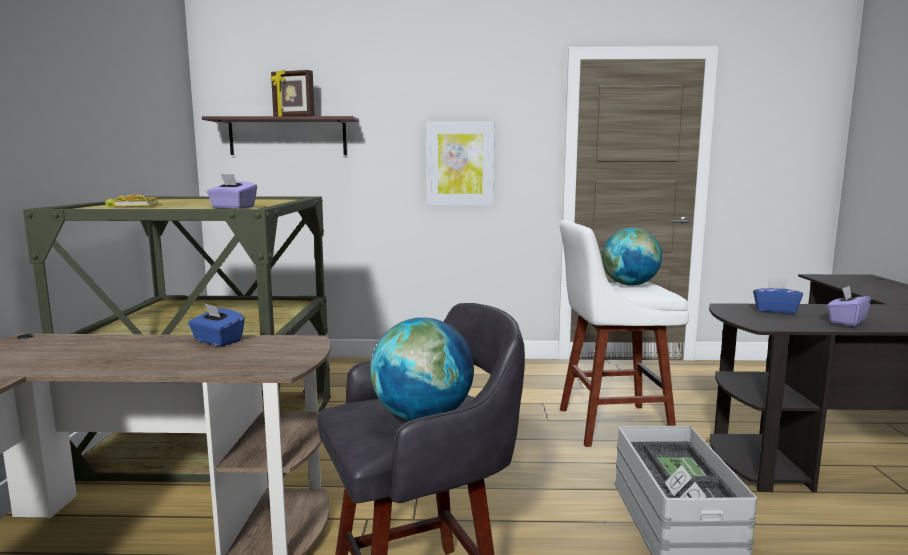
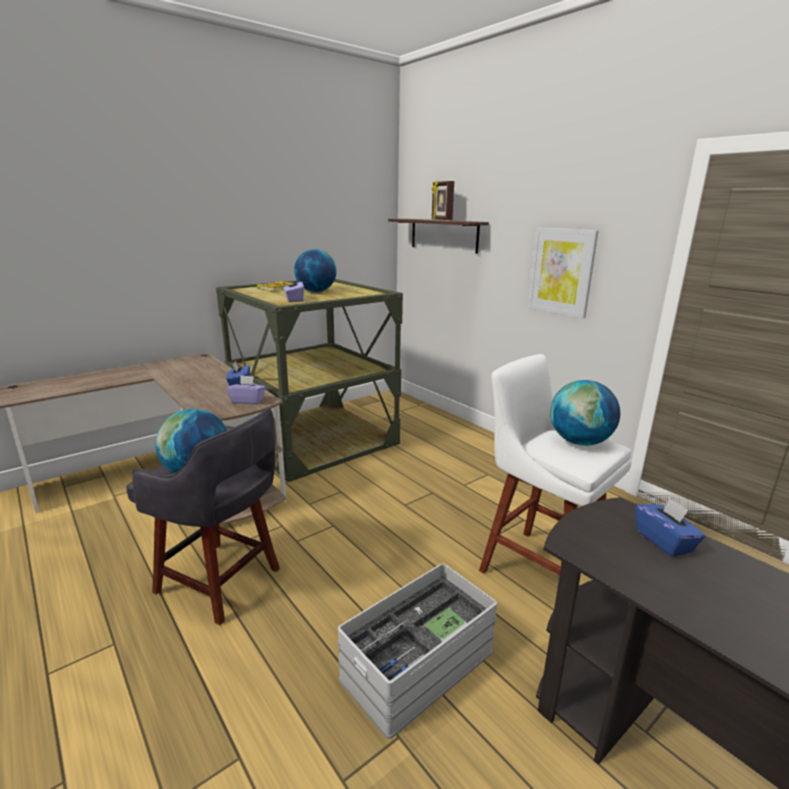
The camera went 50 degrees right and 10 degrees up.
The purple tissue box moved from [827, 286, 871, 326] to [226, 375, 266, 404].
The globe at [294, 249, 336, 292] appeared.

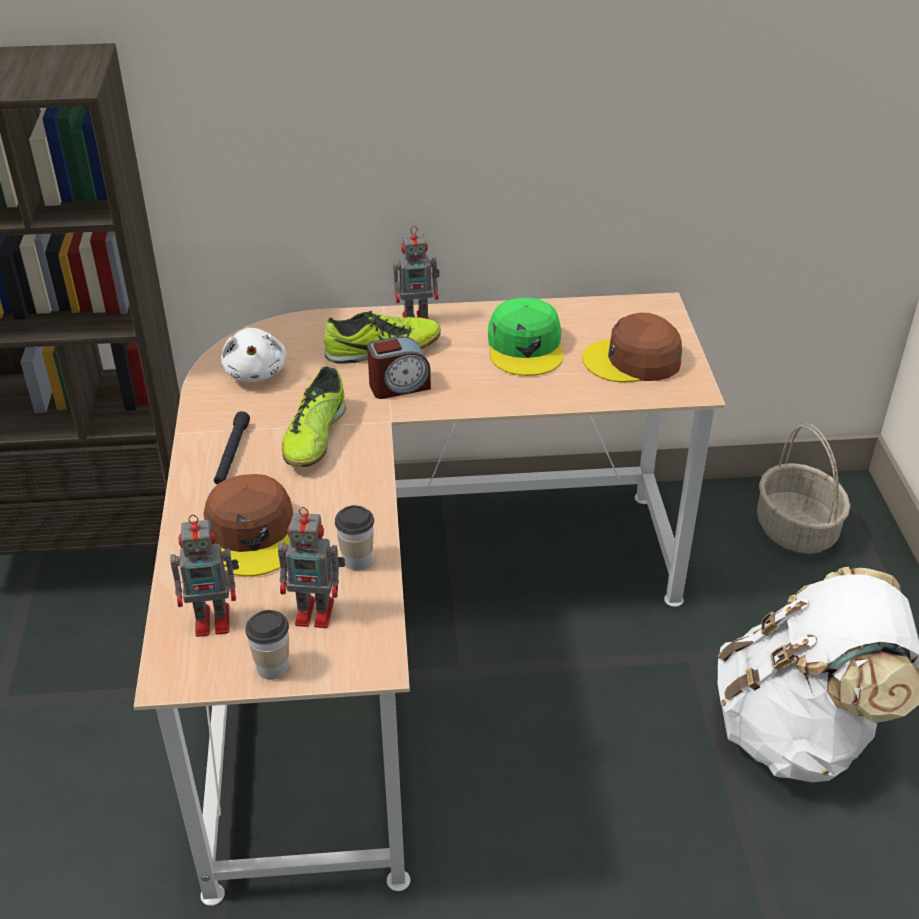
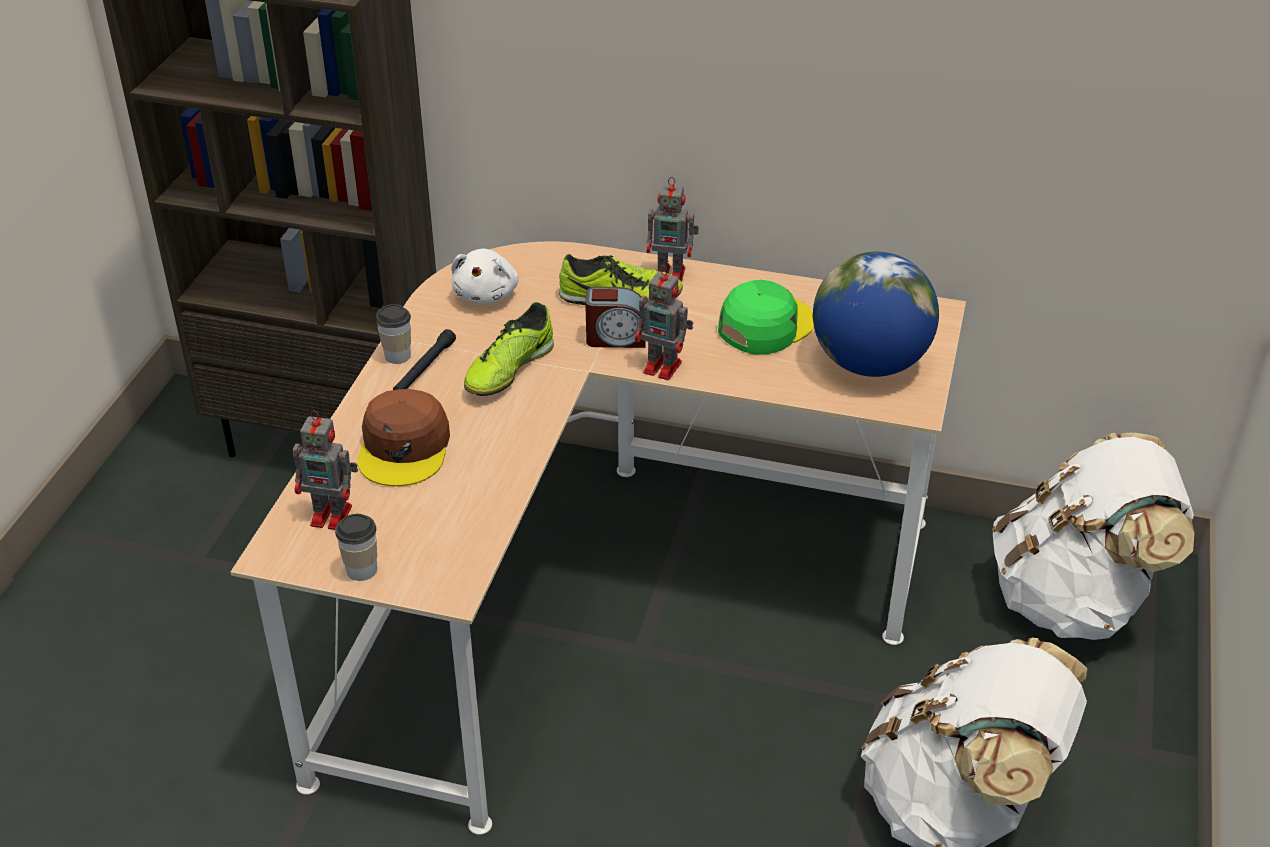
The camera went 20 degrees right and 0 degrees up.
The green cap at [488, 298, 563, 376] turned 150 degrees counterclockwise.
The brown cap at [582, 313, 682, 382] was replaced by the globe at [813, 252, 939, 377].
The basket at [757, 423, 850, 554] was replaced by the white backpack at [992, 433, 1194, 640].
The cup moved from [335, 505, 374, 570] to [376, 304, 411, 364].
The toy robot moved from [278, 507, 345, 628] to [635, 266, 693, 380].

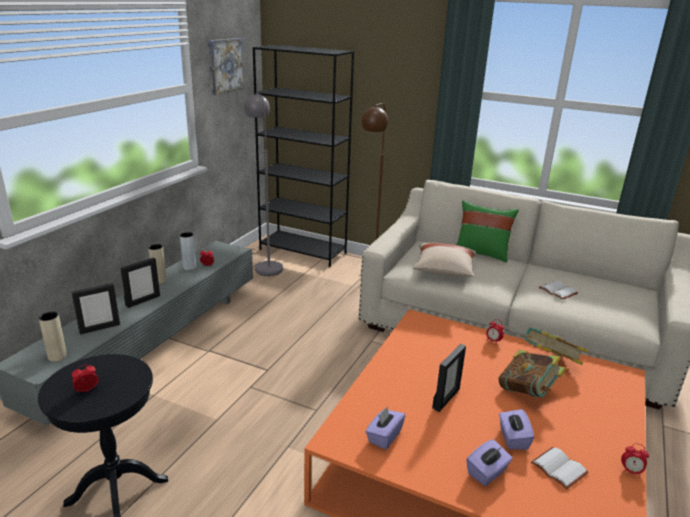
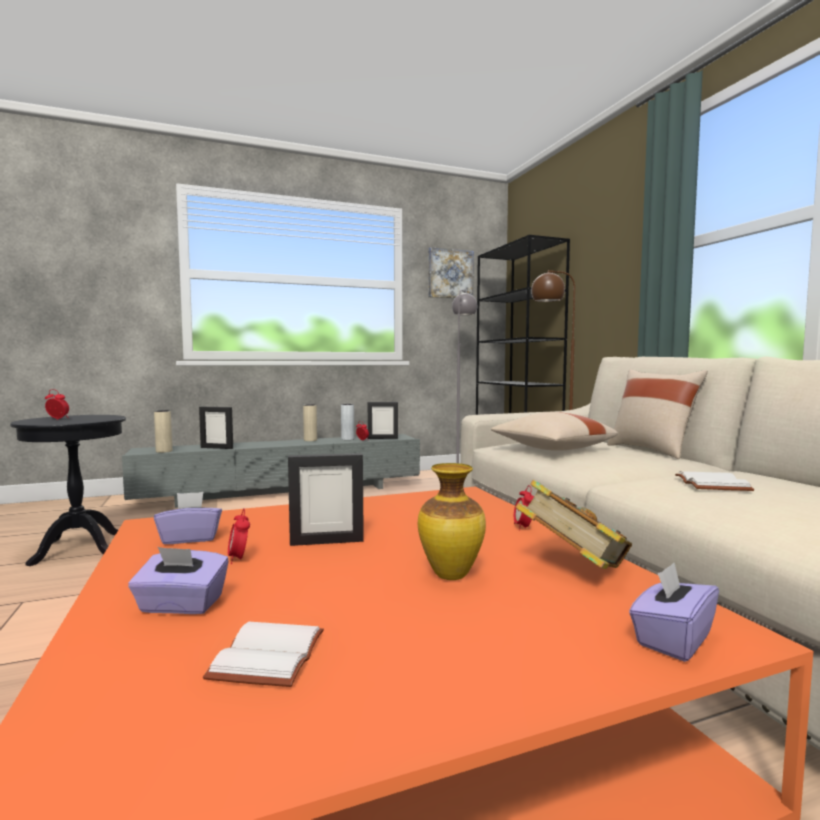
The camera went 45 degrees right and 20 degrees down.
The green pillow at [457, 200, 519, 263] became the beige pillow at [607, 369, 708, 459].
The picture frame moved from [120, 258, 160, 308] to [368, 402, 398, 439].
The book at [498, 350, 566, 397] was replaced by the vase at [418, 463, 486, 580].
The purple tissue box moved from [499, 408, 534, 450] to [629, 563, 719, 662].
The alarm clock moved from [621, 443, 649, 478] to [228, 508, 250, 564].

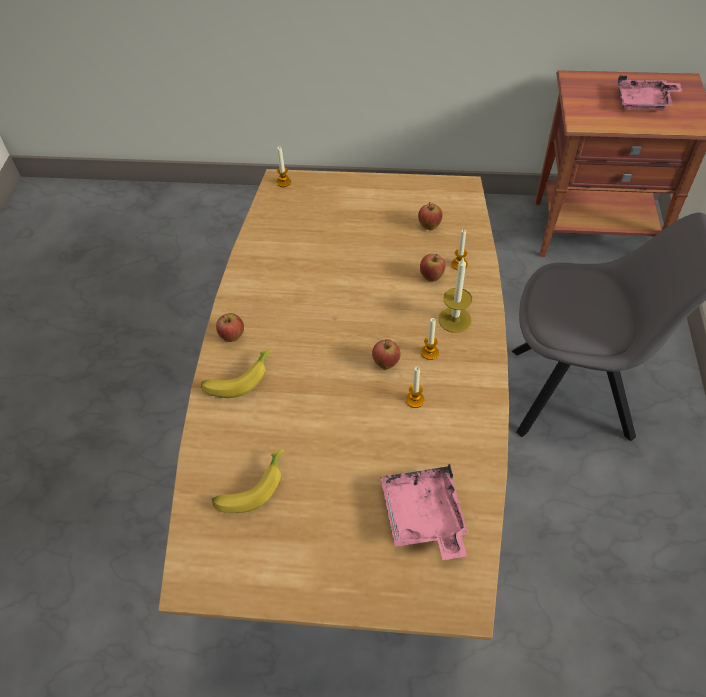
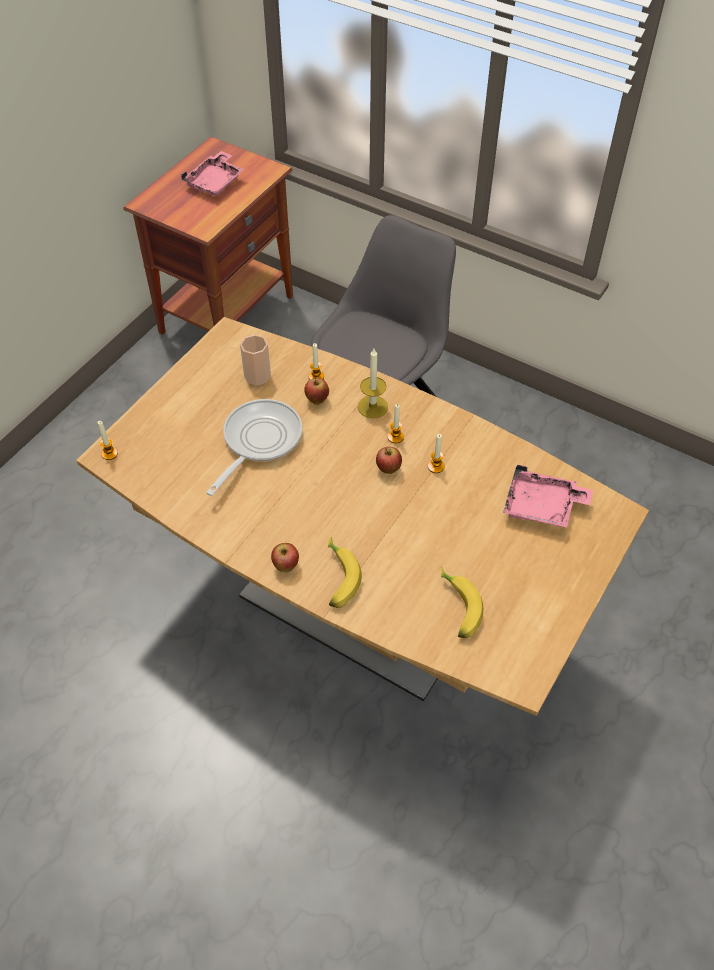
The camera went 65 degrees left and 0 degrees up.
The apple at [418, 202, 443, 230] was replaced by the cup at [240, 334, 271, 386].
The frying pan at [206, 399, 302, 496] appeared.

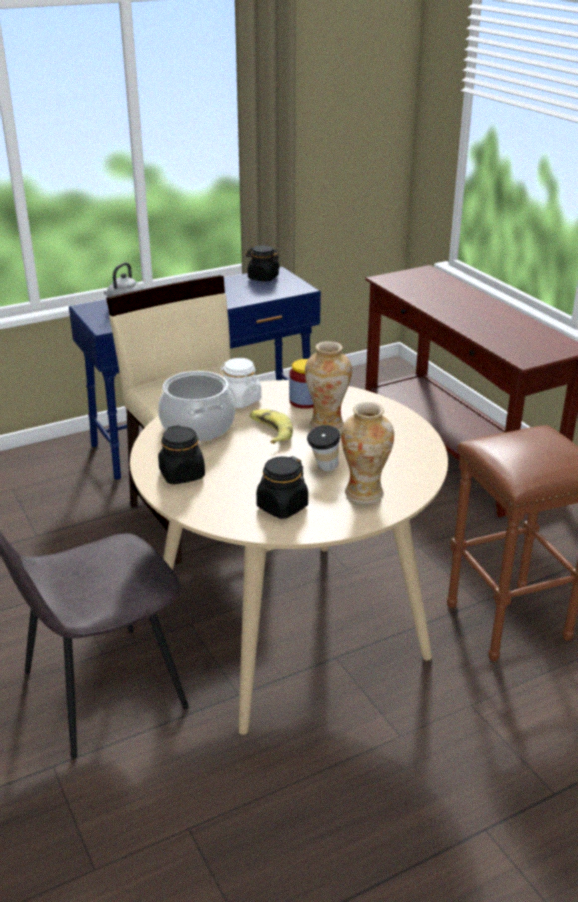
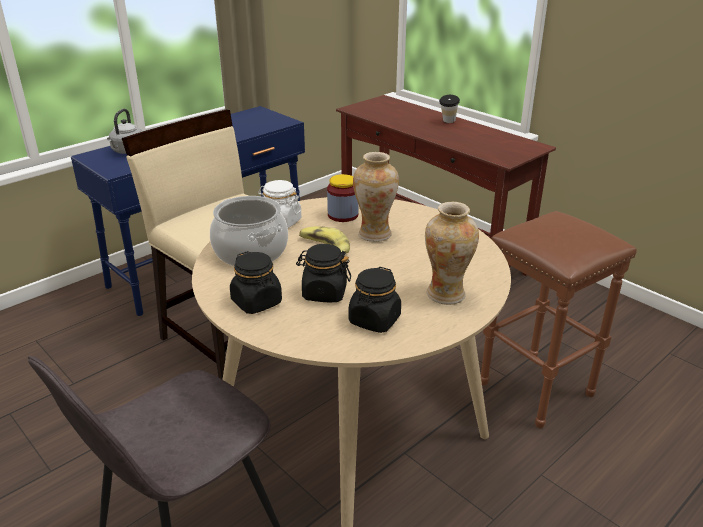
The camera went 15 degrees left and 0 degrees up.
The black jar moved from [246, 245, 280, 282] to [296, 244, 351, 302].
The cup moved from [307, 425, 341, 471] to [439, 95, 460, 123].

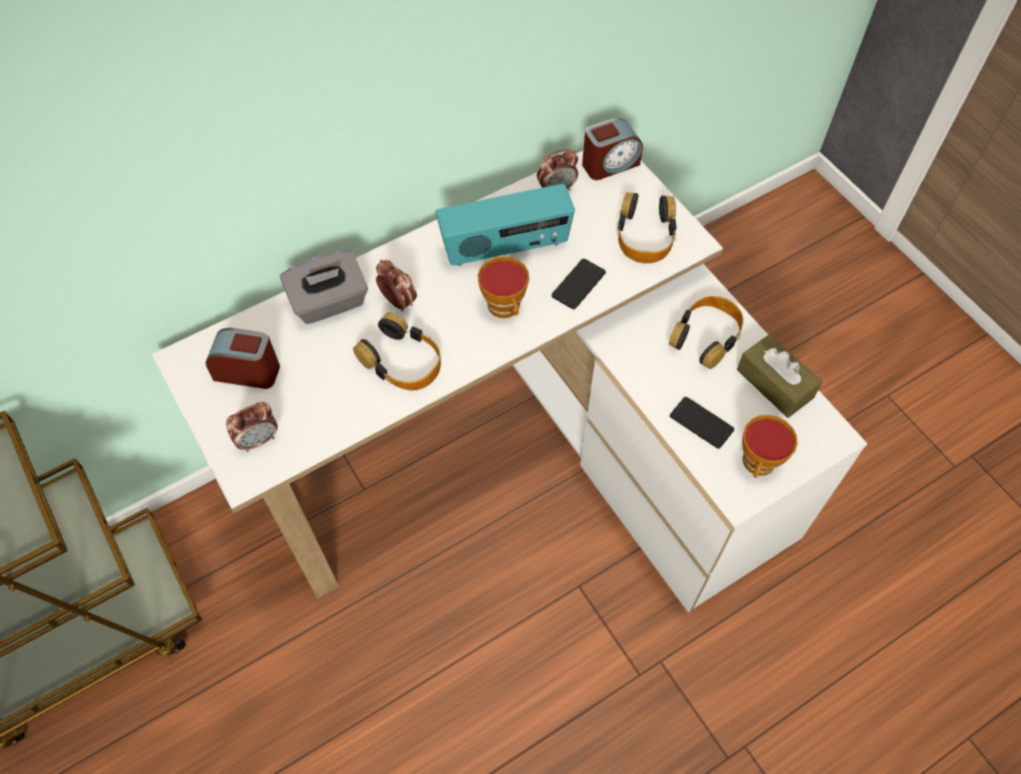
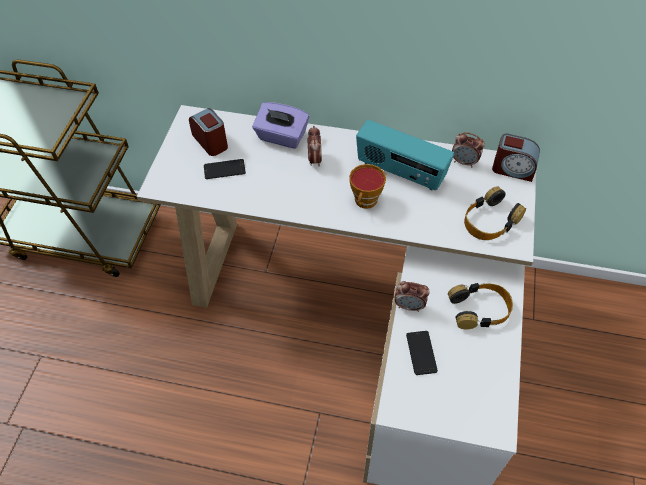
The camera went 45 degrees right and 5 degrees down.
The grey tissue box at [280, 250, 368, 324] became the purple tissue box at [252, 102, 309, 149].
The phone moved from [551, 259, 606, 309] to [204, 159, 246, 179].
The headphones at [353, 313, 441, 390] disappeared.
The brown tissue box at [737, 334, 822, 418] disappeared.
The alarm clock moved from [226, 402, 278, 452] to [395, 281, 430, 312].
The cup at [742, 415, 798, 478] disappeared.

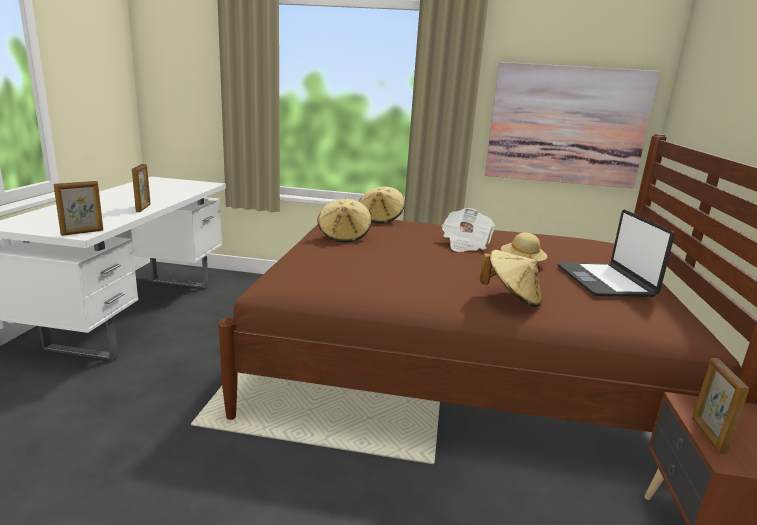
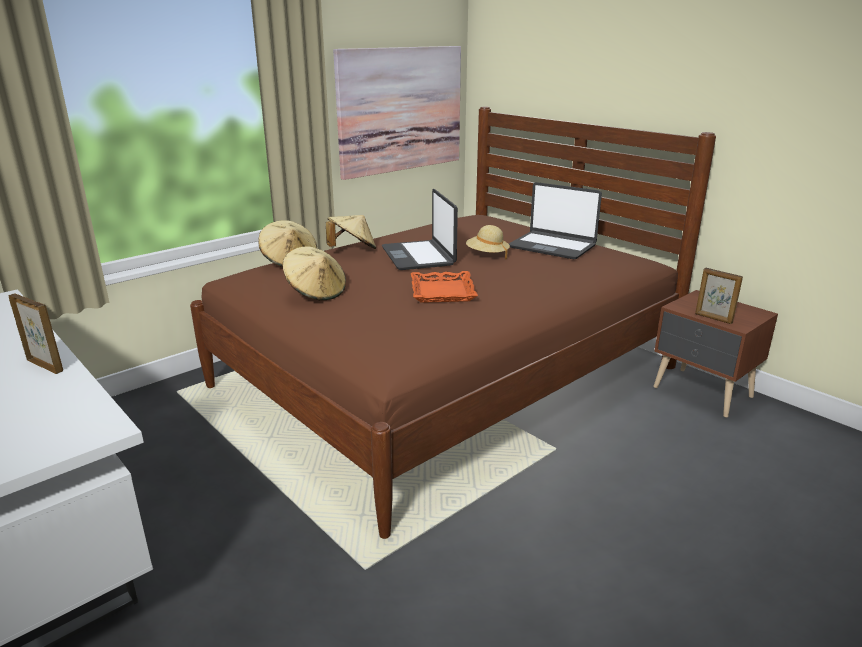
The camera went 50 degrees left and 5 degrees up.
The picture frame at [54, 181, 103, 236] disappeared.
The newspaper at [441, 208, 495, 252] was replaced by the laptop at [382, 189, 458, 270].
The beige hat moved from [480, 250, 542, 307] to [326, 215, 376, 249].
The orange tray at [411, 271, 478, 303] appeared.

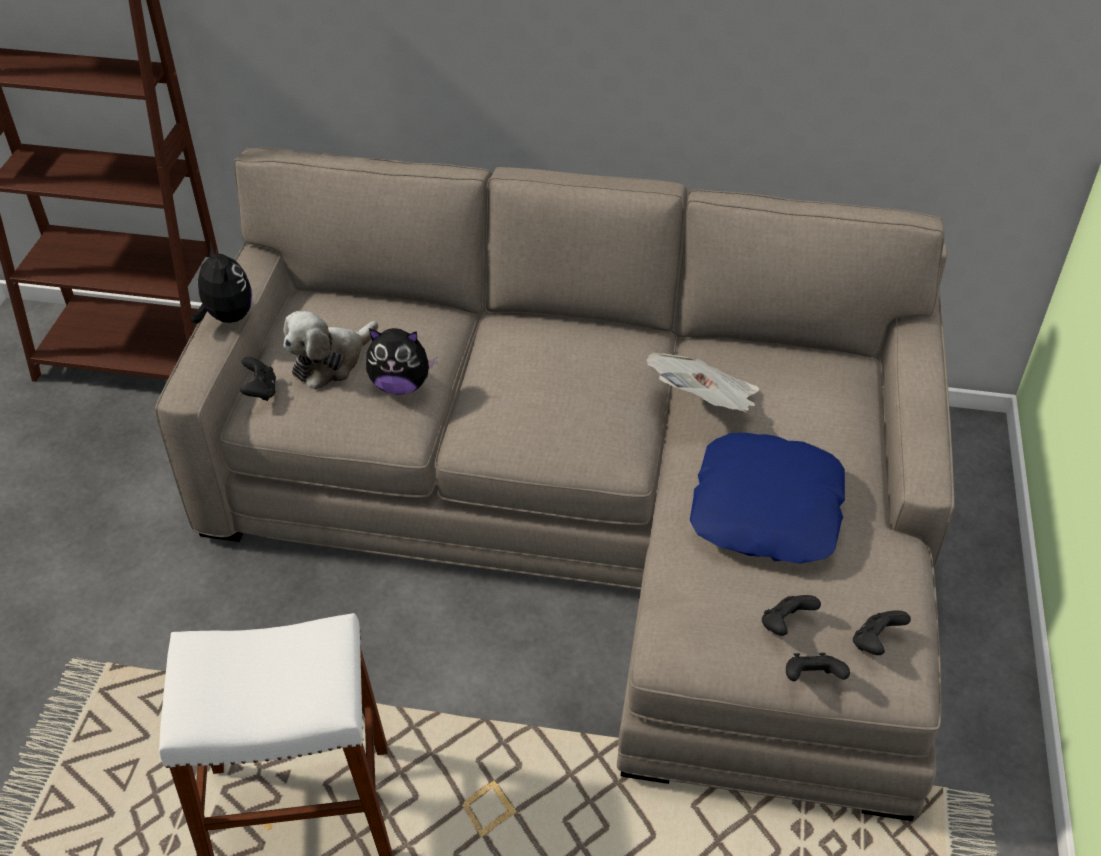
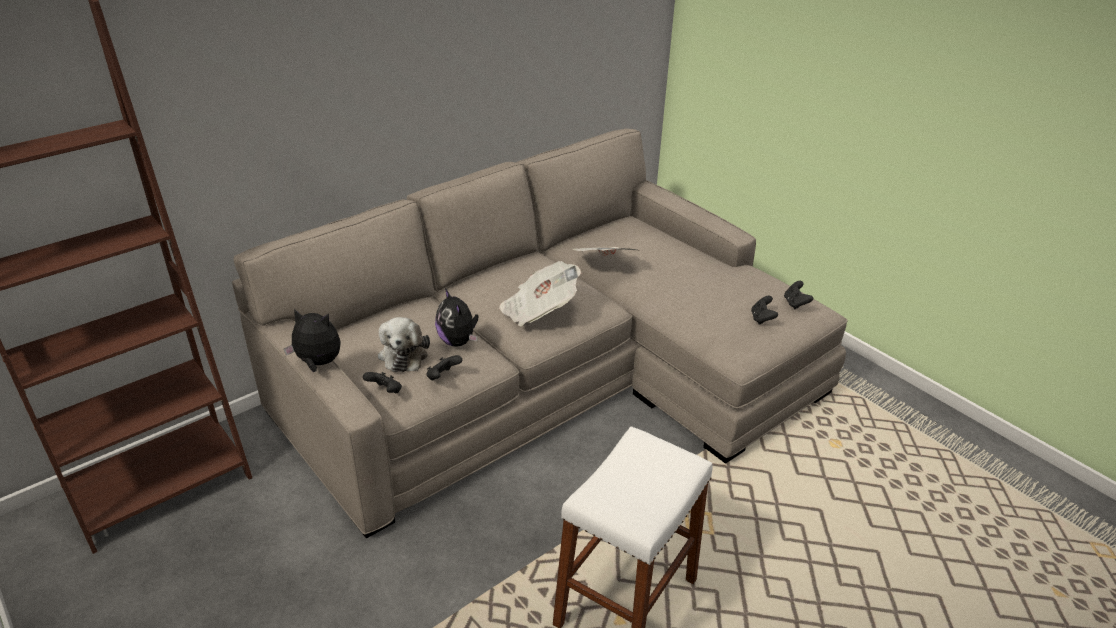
The camera went 50 degrees left and 10 degrees down.
The plush toy at [366, 328, 437, 395] turned 105 degrees clockwise.
The blue pillow at [690, 433, 845, 564] disappeared.
The black game controller moved from [786, 653, 850, 681] to [426, 355, 462, 380].
The newspaper at [499, 261, 581, 327] appeared.

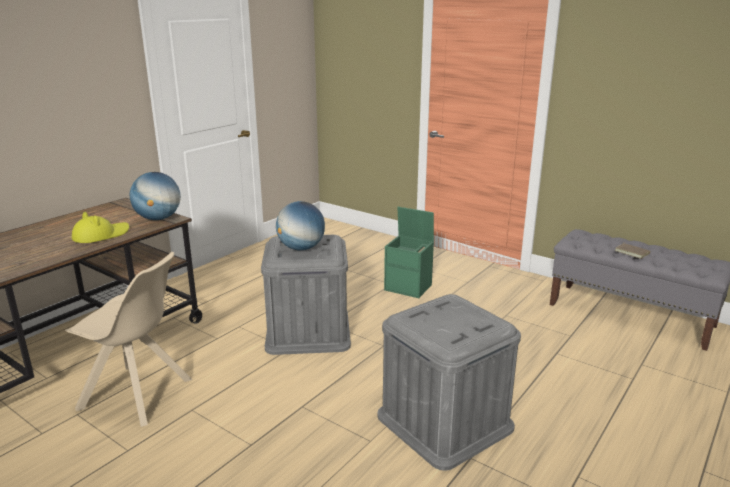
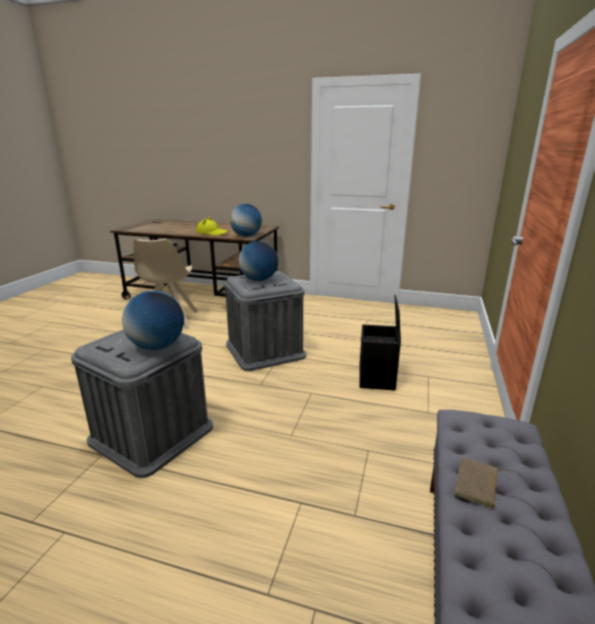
The camera went 70 degrees right and 0 degrees up.
The green storage box at [384, 207, 434, 298] became the black storage box at [359, 295, 401, 391].
The globe at [122, 291, 184, 350] appeared.

